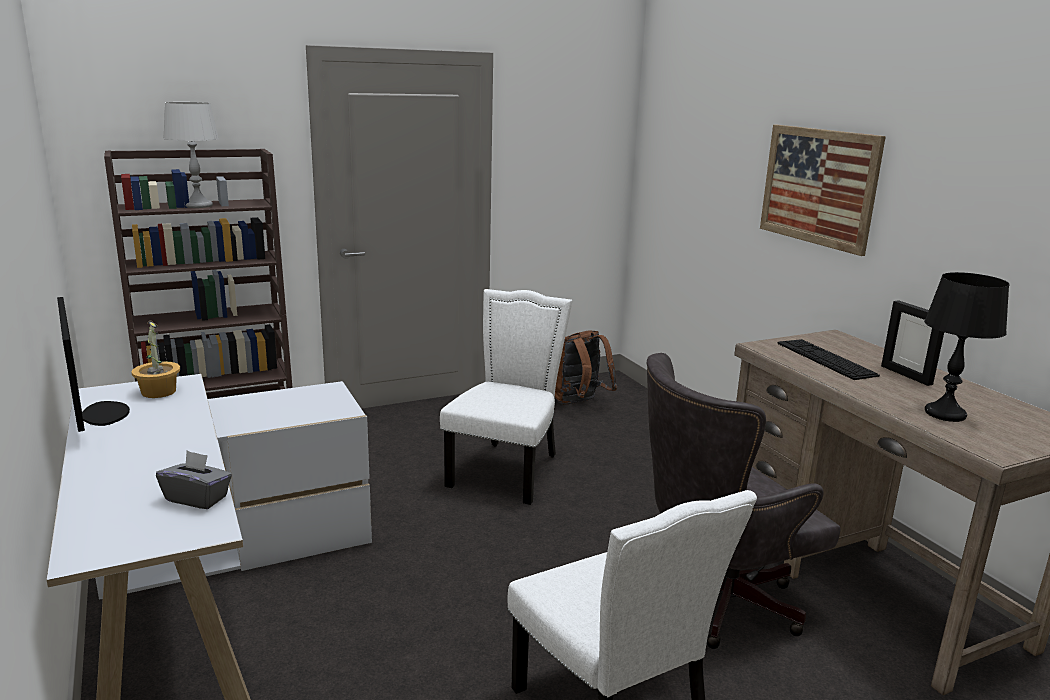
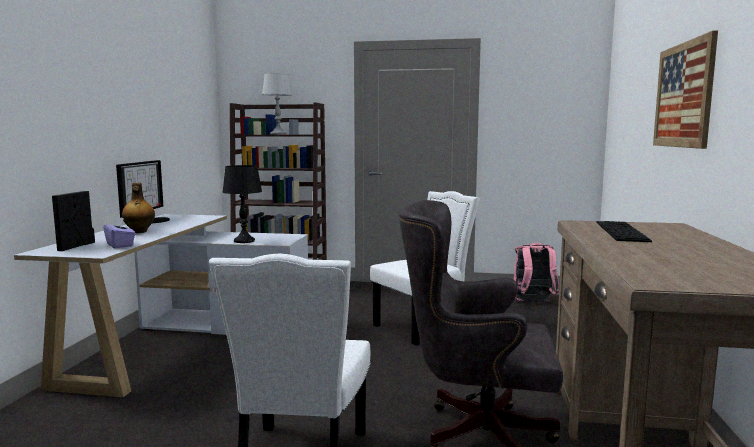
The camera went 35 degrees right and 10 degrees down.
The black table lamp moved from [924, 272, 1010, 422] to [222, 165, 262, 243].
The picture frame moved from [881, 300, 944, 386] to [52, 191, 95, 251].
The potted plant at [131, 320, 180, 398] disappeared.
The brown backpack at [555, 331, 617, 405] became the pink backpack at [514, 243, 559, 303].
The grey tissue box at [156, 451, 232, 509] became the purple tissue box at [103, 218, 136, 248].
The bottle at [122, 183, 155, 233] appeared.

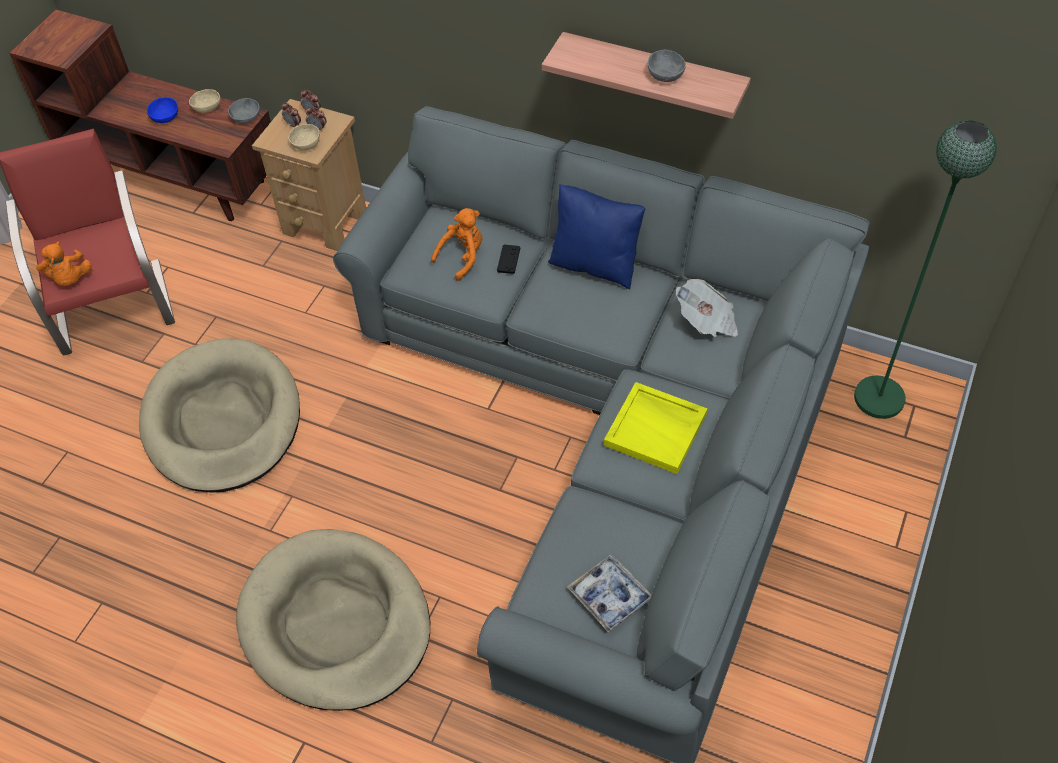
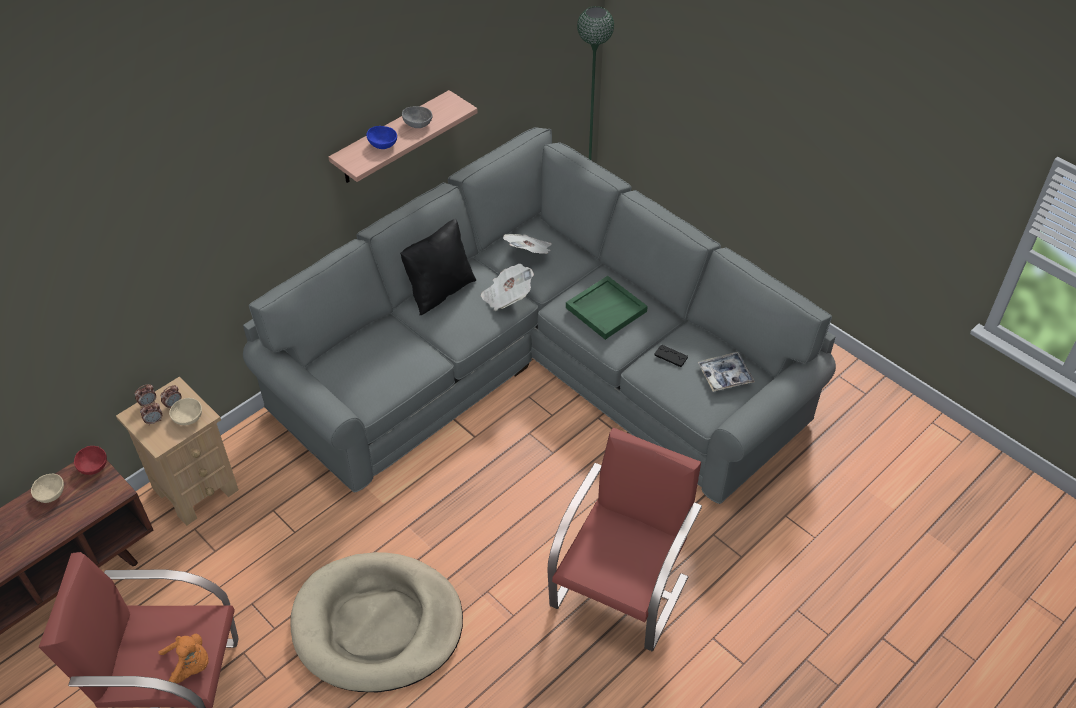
The camera went 70 degrees left and 5 degrees down.
The blue bowl moved from [147, 97, 178, 123] to [366, 126, 397, 149].
The grey bowl at [228, 98, 260, 124] became the red bowl at [74, 446, 107, 475].
The blue pillow at [548, 184, 645, 289] became the black pillow at [400, 219, 476, 315].
The orange plush toy at [431, 208, 482, 281] disappeared.
The black game controller moved from [497, 244, 520, 274] to [654, 345, 688, 367].
The yellow tray at [604, 382, 707, 474] became the green tray at [566, 276, 648, 340].
The beige dog bed at [236, 529, 430, 711] was replaced by the red armchair at [548, 428, 702, 651].
The newspaper at [481, 264, 534, 311] appeared.

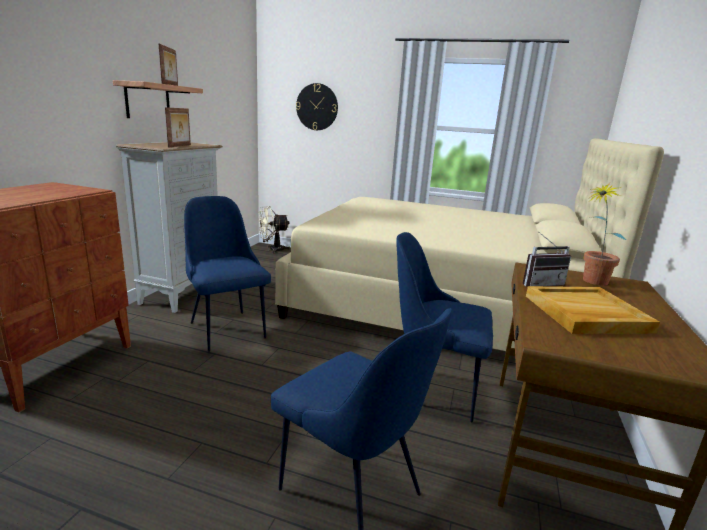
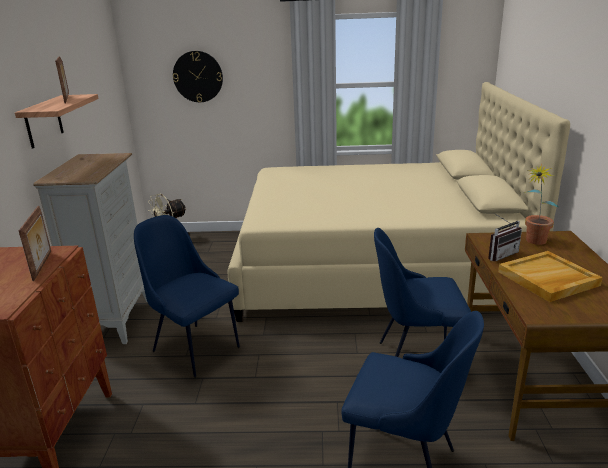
The camera went 15 degrees left and 5 degrees up.
The picture frame moved from [165, 107, 191, 147] to [18, 206, 51, 281].

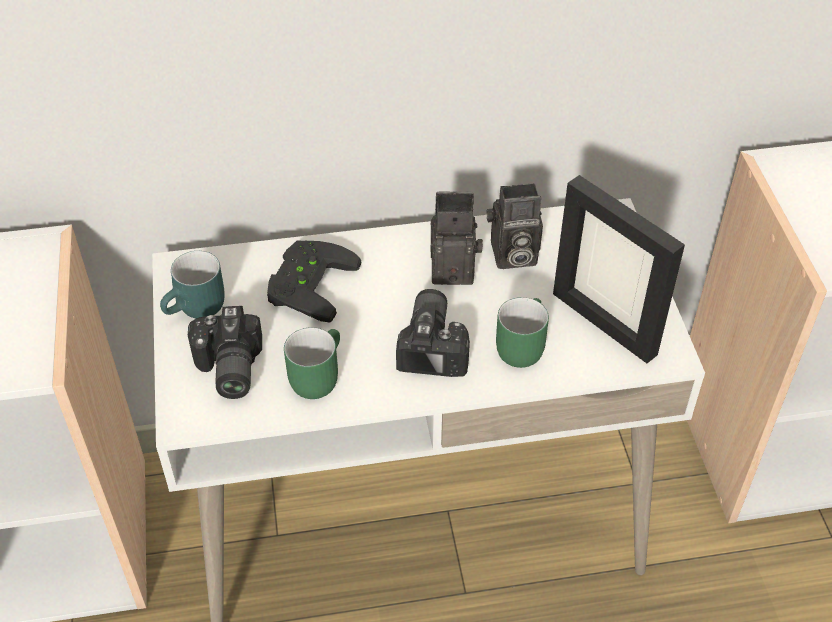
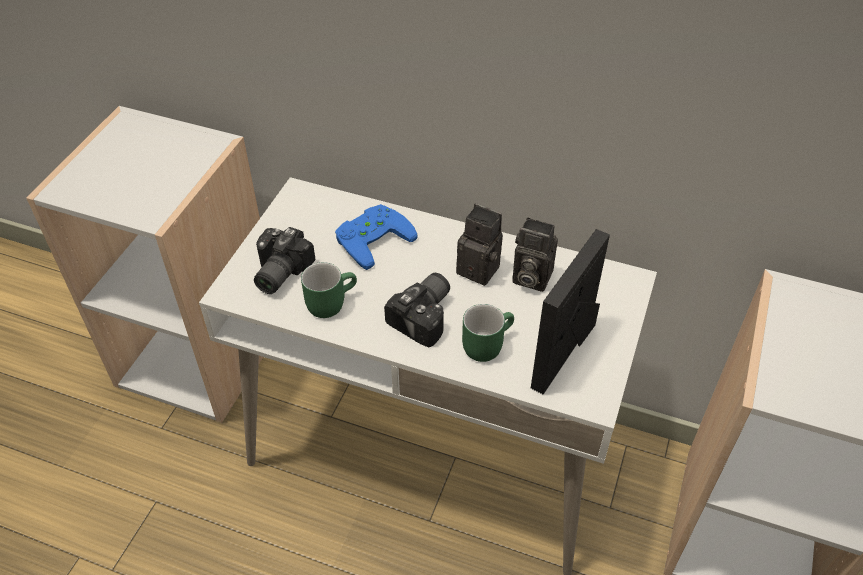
The camera went 30 degrees right and 0 degrees up.
The picture frame at [553, 175, 685, 363] turned 45 degrees clockwise.
The black game controller at [267, 240, 361, 323] became the blue game controller at [335, 204, 417, 270].
The turquoise mug at [160, 251, 225, 318] disappeared.

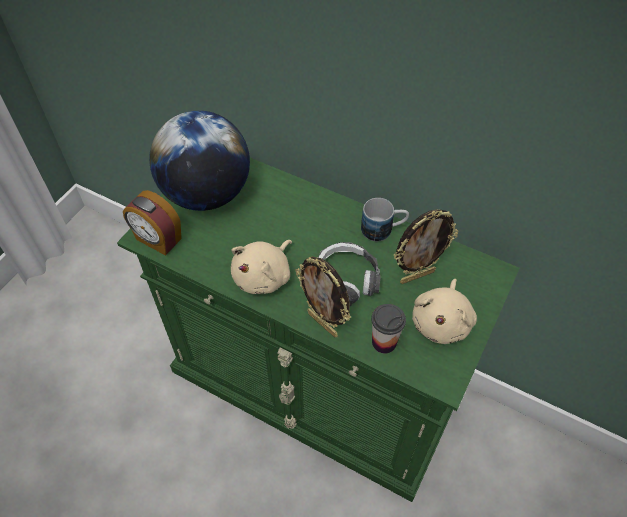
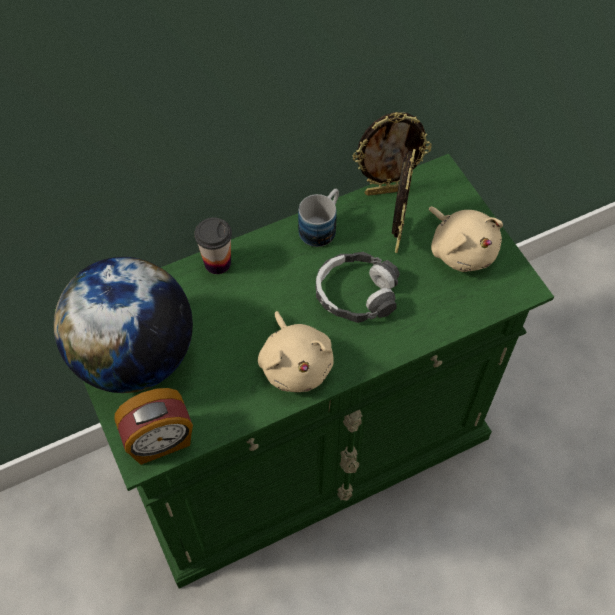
The camera went 55 degrees left and 5 degrees up.
The picture frame moved from [295, 256, 351, 337] to [353, 112, 432, 196].
The cup moved from [371, 304, 406, 354] to [195, 217, 232, 274].

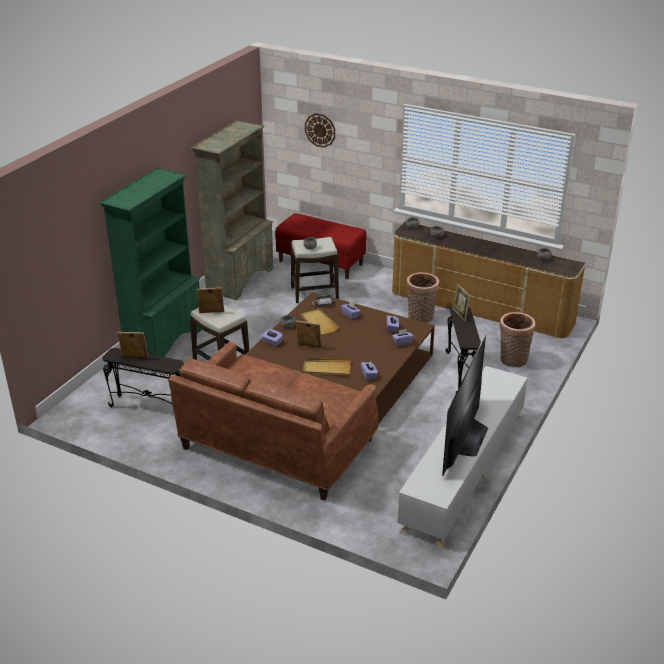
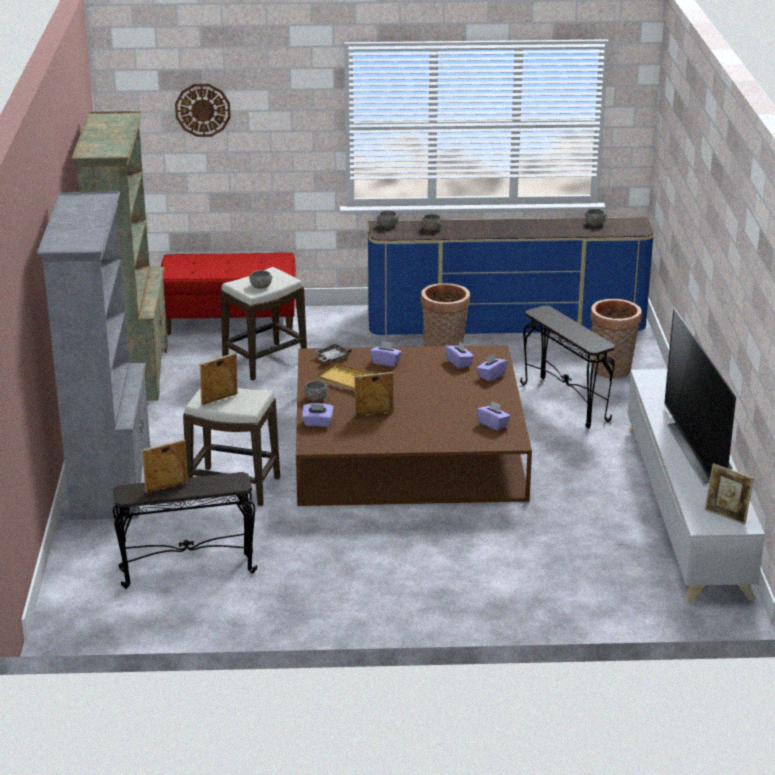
The camera went 30 degrees left and 5 degrees down.
The green bookcase at [98, 168, 202, 357] became the grey bookcase at [36, 191, 150, 520].
The brown cabinet at [392, 221, 585, 338] became the blue cabinet at [368, 217, 654, 335].
The picture frame moved from [453, 284, 470, 321] to [705, 463, 754, 525].
The brown sofa at [168, 342, 379, 501] disappeared.
The beige tray at [302, 358, 351, 375] disappeared.

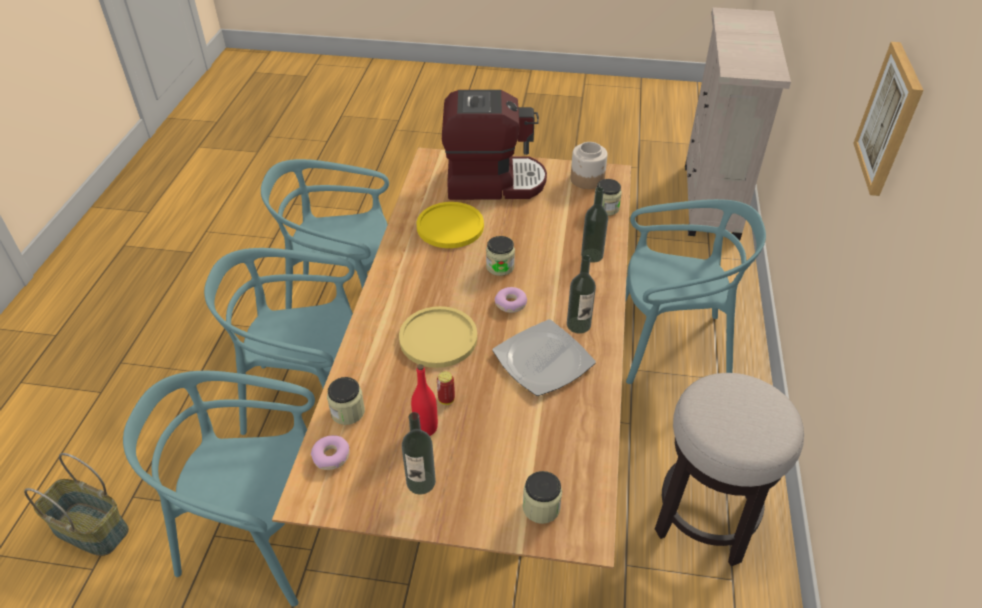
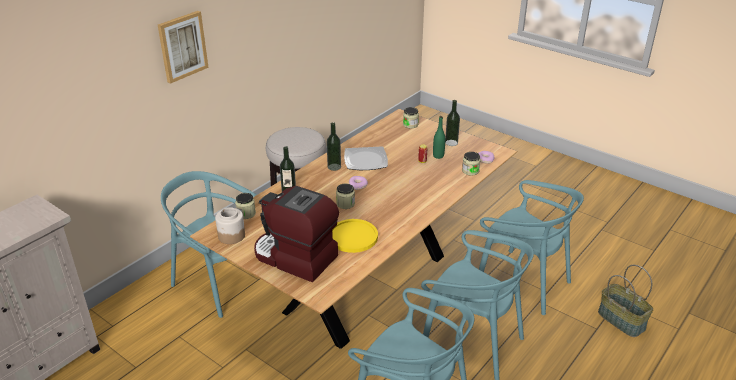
The camera went 150 degrees left and 10 degrees down.
The yellow plate at [399, 306, 477, 368] disappeared.
The red bottle at [411, 364, 438, 436] became the green bottle at [433, 116, 445, 159].

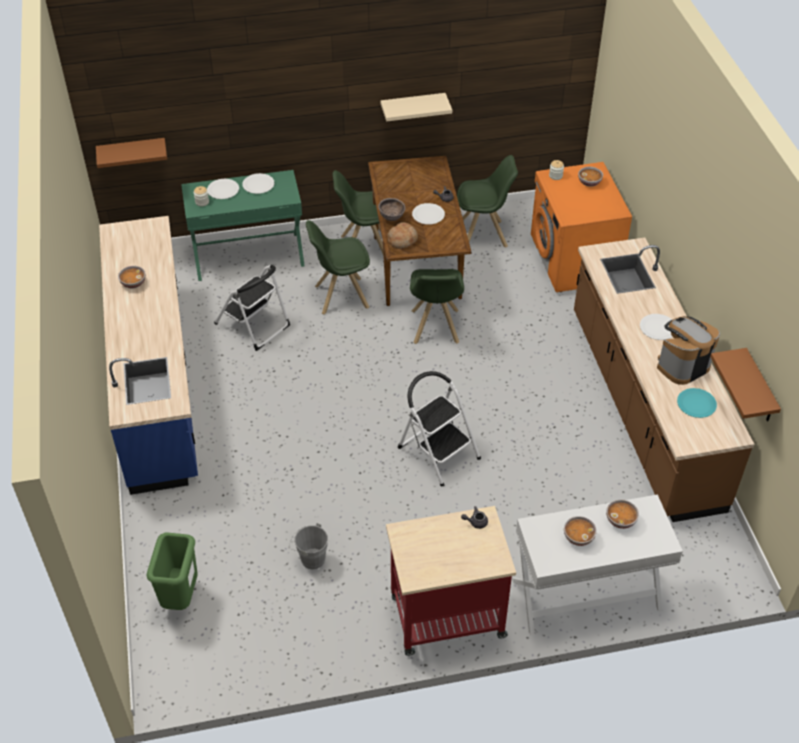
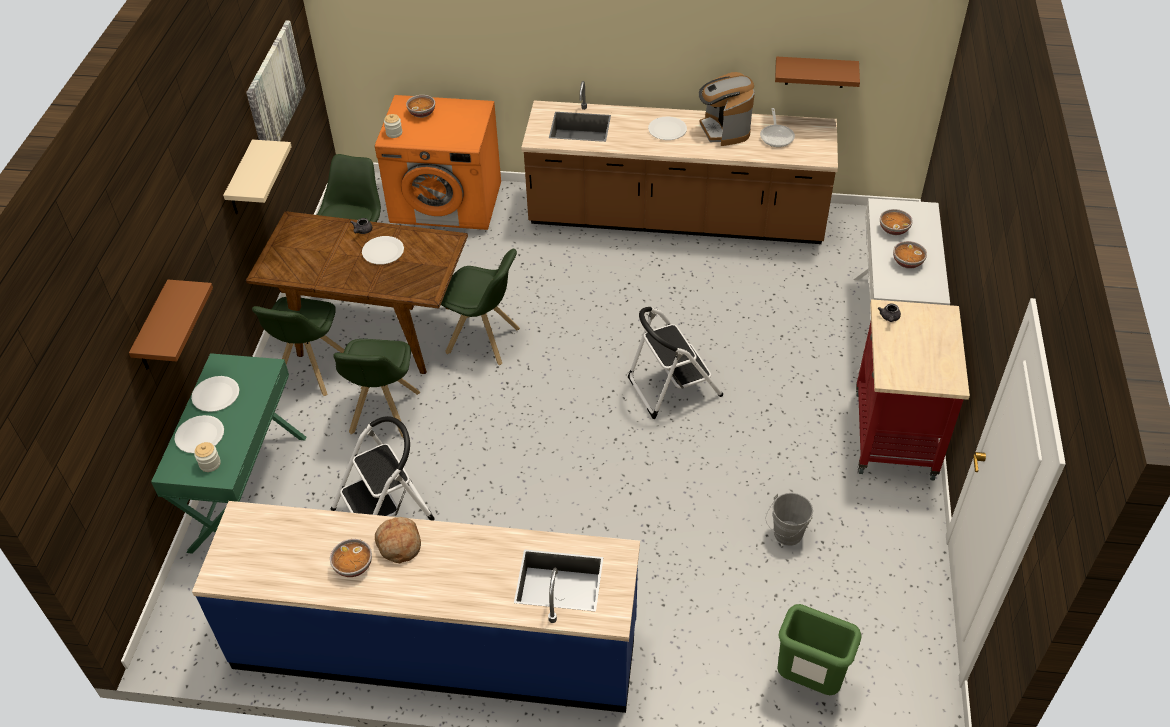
The camera went 70 degrees left and 0 degrees up.
The brown shelf moved from [96, 138, 167, 168] to [129, 280, 213, 370].
The brown bowl at [378, 198, 406, 221] disappeared.
The bread moved from [388, 222, 418, 249] to [375, 517, 421, 563].
The turquoise plate at [677, 388, 717, 418] was replaced by the frying pan at [760, 108, 795, 147].
The picture at [246, 21, 306, 141] appeared.

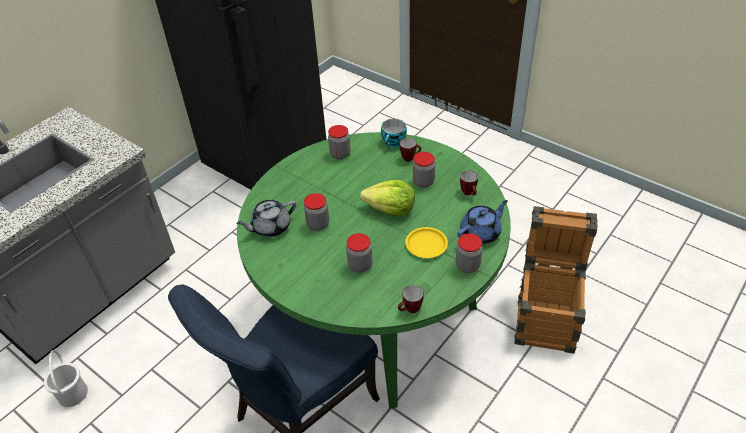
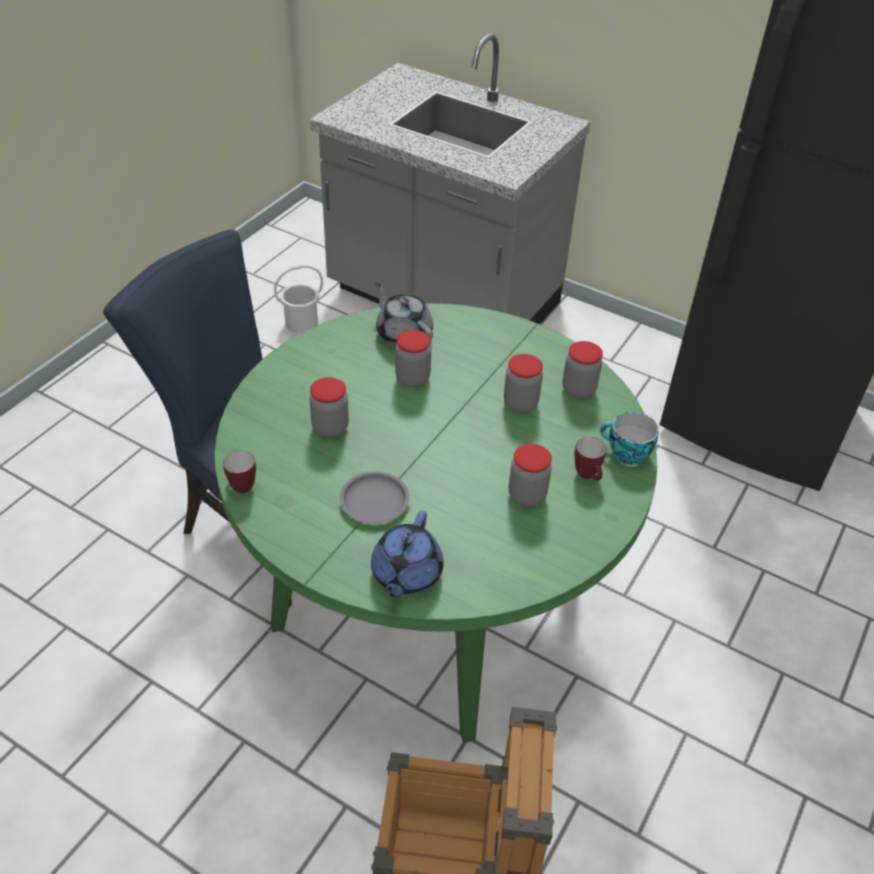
The camera went 80 degrees right and 0 degrees up.
The mug at [460, 171, 478, 195] disappeared.
The lettuce at [360, 180, 415, 216] disappeared.
The blue teapot at [458, 200, 508, 244] turned 60 degrees clockwise.
The yellow plate at [405, 227, 448, 258] became the grey plate at [340, 471, 410, 524].
The jar moved from [456, 233, 483, 273] to [504, 354, 543, 412].

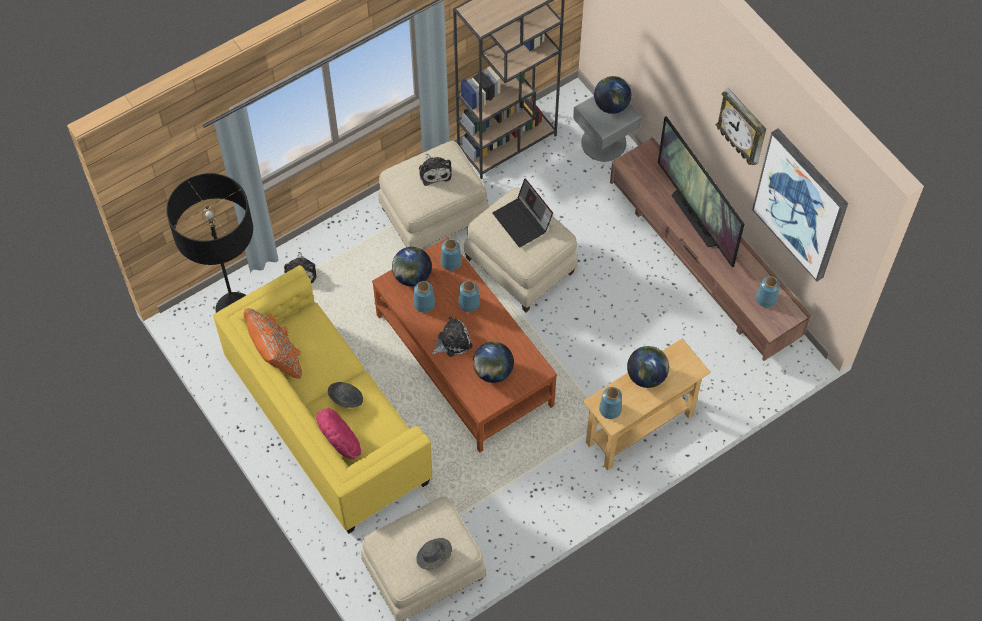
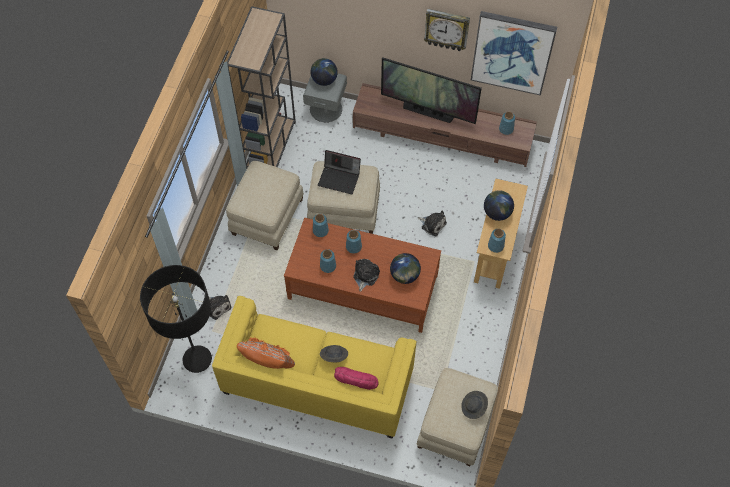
The camera went 40 degrees left and 0 degrees up.
The plush toy moved from [419, 154, 452, 186] to [418, 211, 447, 236].
The globe at [392, 247, 432, 287] disappeared.

